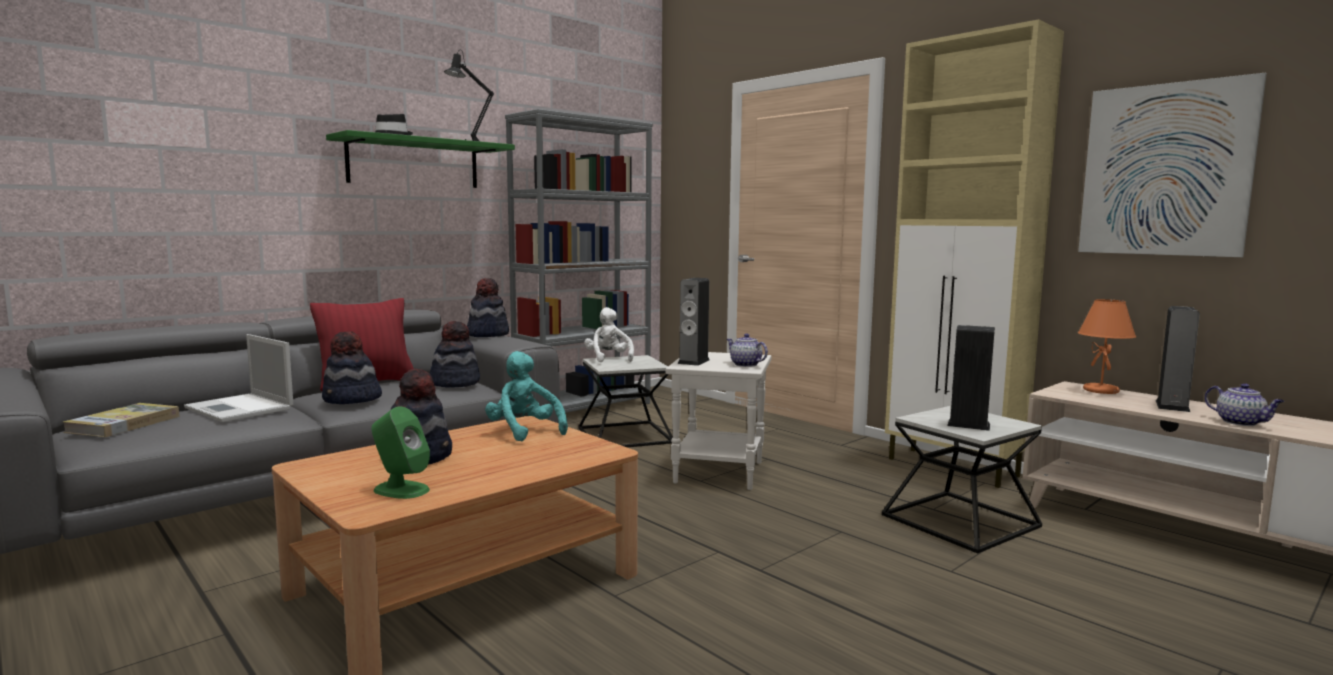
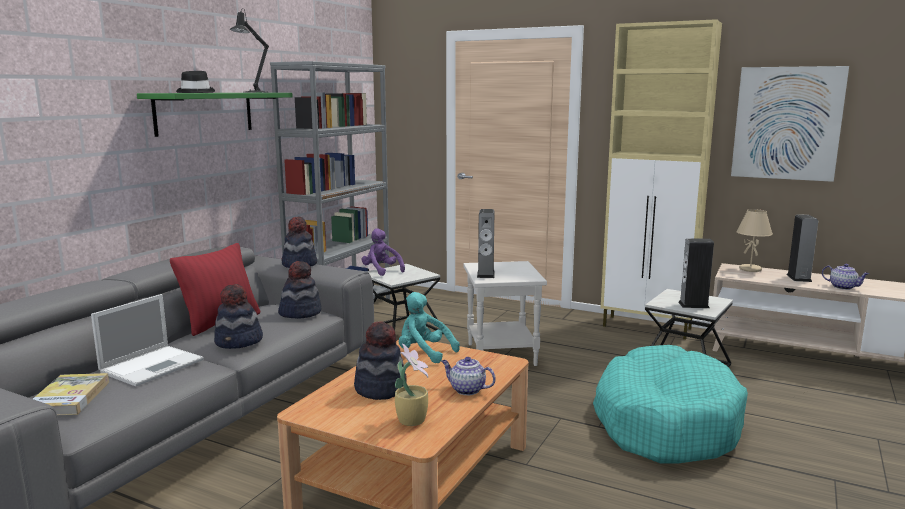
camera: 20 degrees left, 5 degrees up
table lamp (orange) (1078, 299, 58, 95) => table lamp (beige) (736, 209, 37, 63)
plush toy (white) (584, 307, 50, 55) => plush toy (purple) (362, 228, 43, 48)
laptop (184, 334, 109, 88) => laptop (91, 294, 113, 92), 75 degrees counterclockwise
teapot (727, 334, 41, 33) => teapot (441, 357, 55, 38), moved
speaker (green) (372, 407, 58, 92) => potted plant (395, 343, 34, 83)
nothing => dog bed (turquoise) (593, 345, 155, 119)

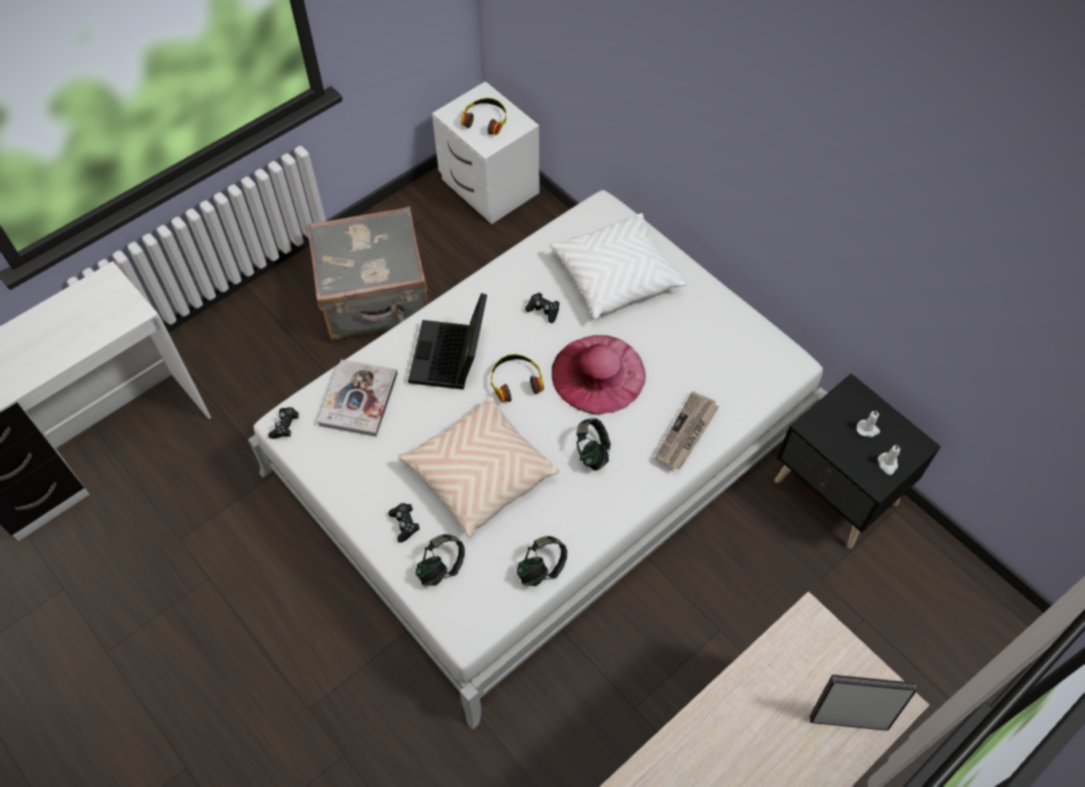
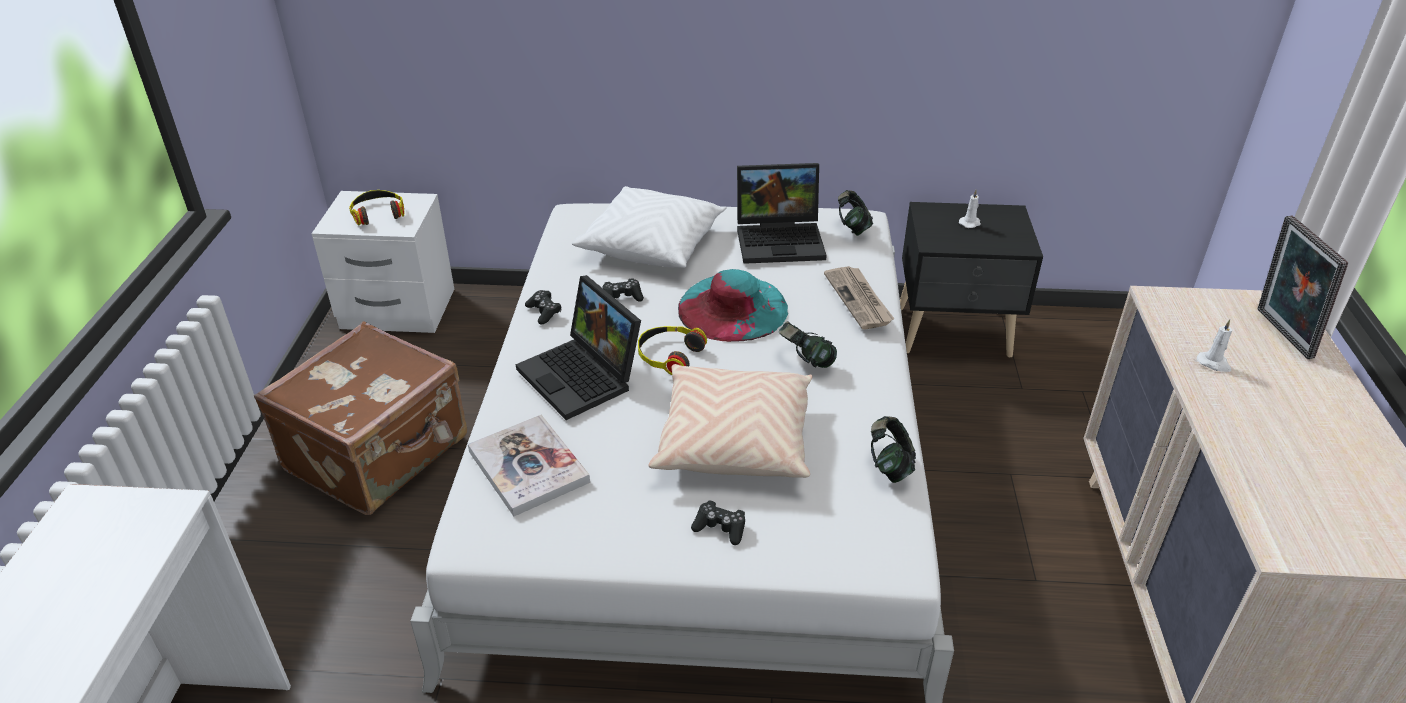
camera: 45 degrees left, 20 degrees down
suitcase (grey) (306, 206, 122, 135) => suitcase (brown) (254, 321, 213, 194)
hat (pink) (552, 335, 94, 79) => hat (turquoise) (678, 269, 110, 73)
game controller (black) (268, 407, 31, 32) => game controller (black) (525, 290, 36, 35), moved
candle (white) (878, 444, 22, 31) => candle (white) (1197, 319, 35, 53), moved
headphones (416, 534, 49, 52) => headphones (838, 190, 35, 46), moved
picture frame (810, 675, 107, 56) => picture frame (1257, 216, 91, 143), 60 degrees counterclockwise
nothing => laptop (737, 163, 90, 101)

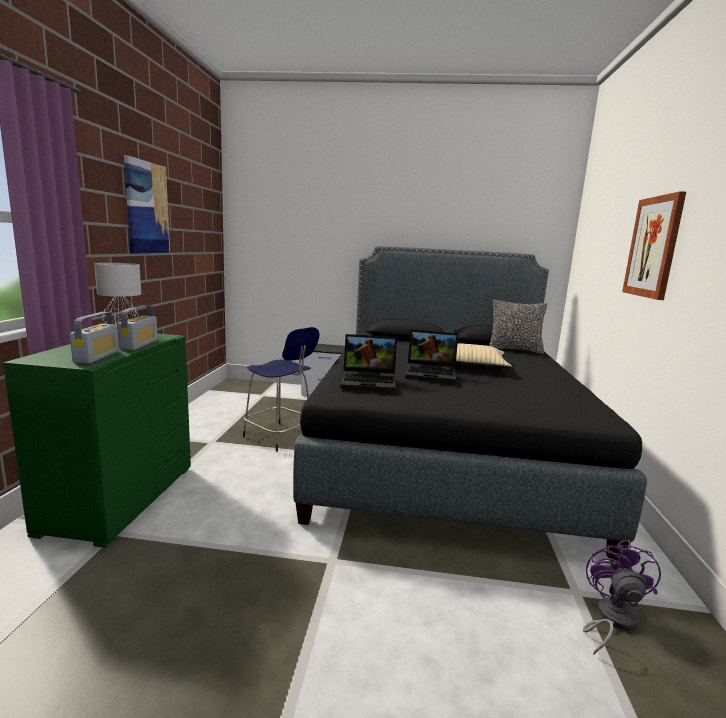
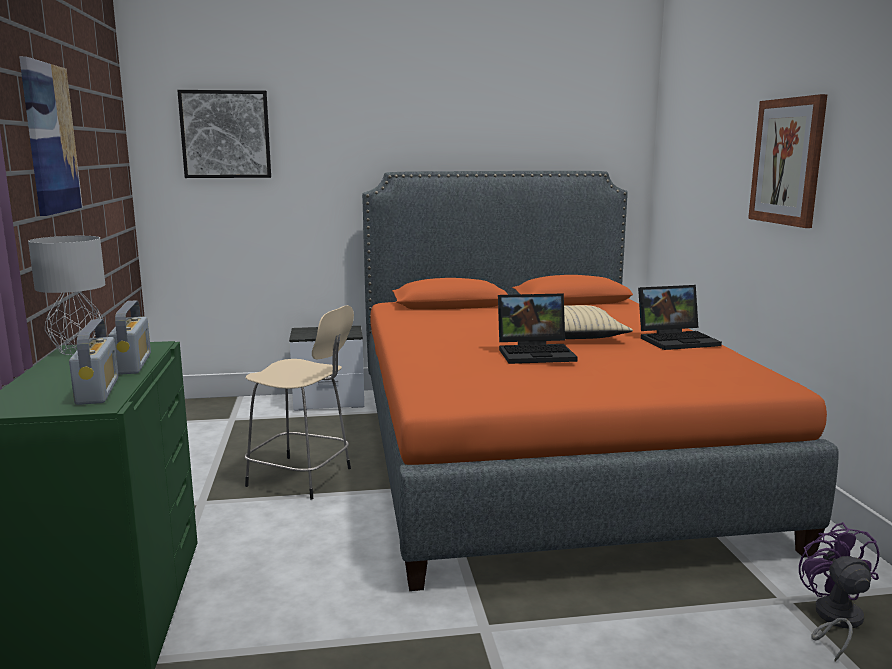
camera: 15 degrees left, 0 degrees up
bed (black) (293, 246, 354, 316) => bed (orange) (362, 171, 477, 420)
pillow (489, 300, 58, 54) => nothing
stool (blue) (243, 327, 77, 125) => stool (beige) (245, 305, 109, 194)
laptop (340, 334, 57, 57) => laptop (638, 285, 84, 65), moved
nothing => picture (177, 90, 94, 88)

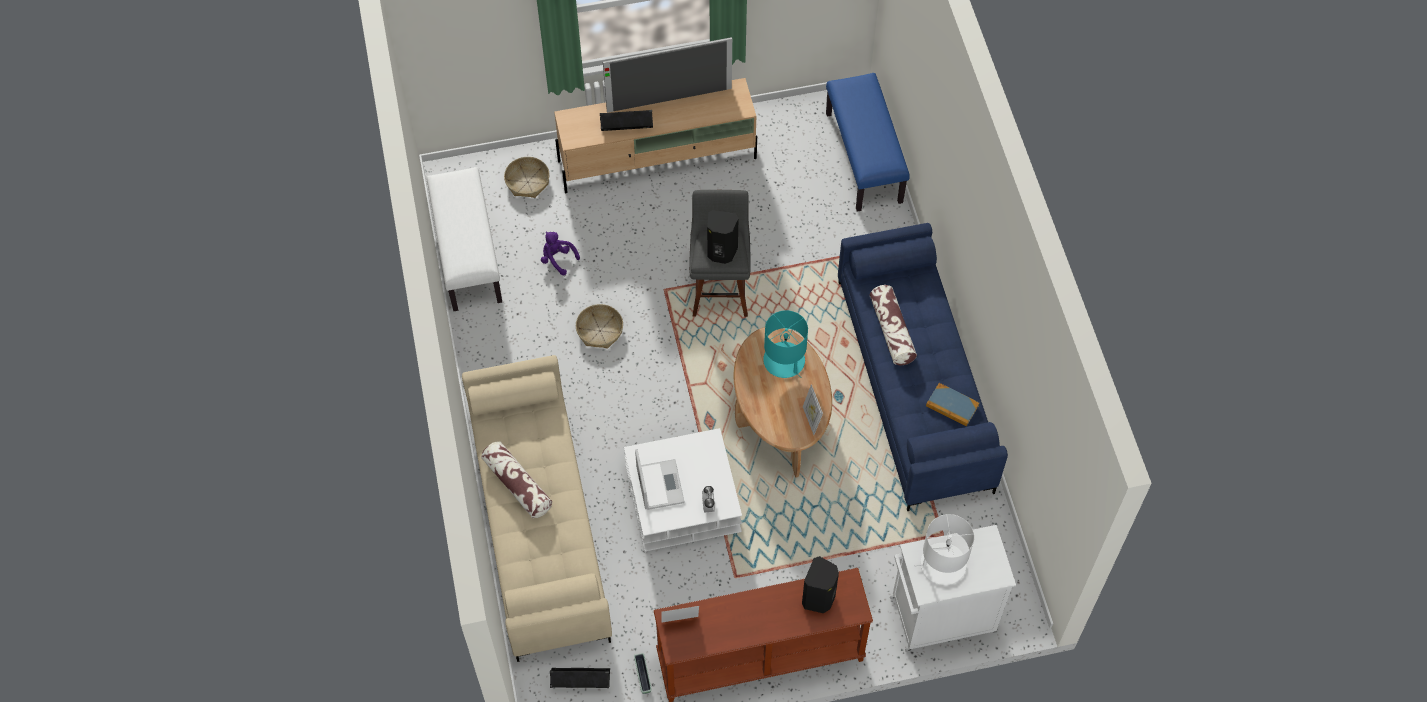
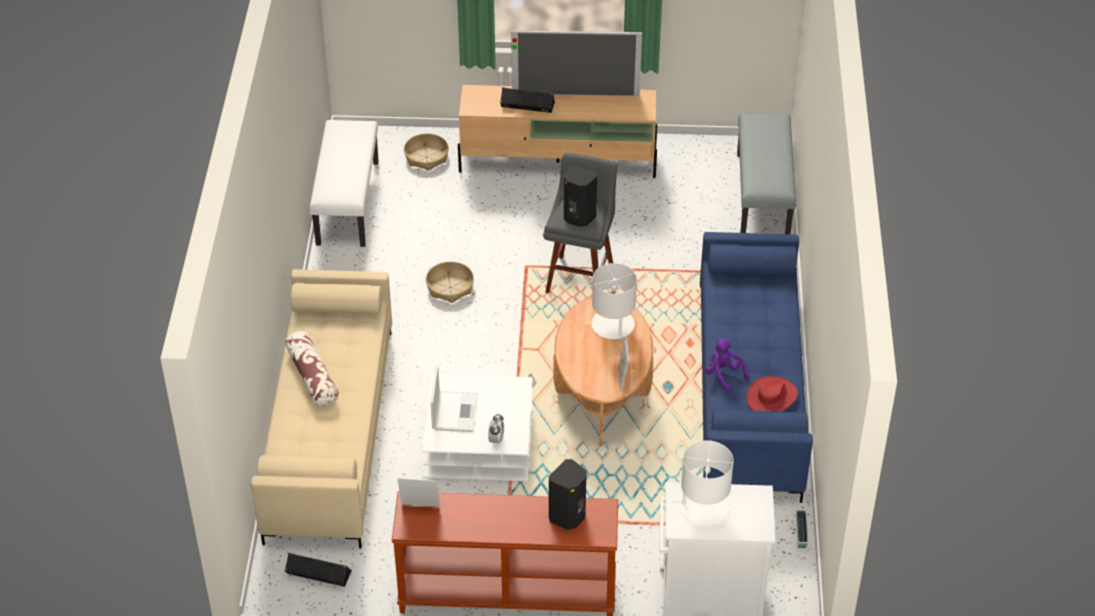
camera: 15 degrees right, 15 degrees down
bench (blue) (826, 73, 84, 139) => bench (grey) (737, 113, 59, 121)
plush toy (purple) (541, 232, 39, 43) => plush toy (purple) (705, 338, 44, 54), moved
pillow (869, 285, 48, 80) => nothing
table lamp (turquoise) (763, 310, 45, 68) => table lamp (white) (591, 263, 46, 78)
book (926, 383, 53, 43) => hat (red) (746, 376, 52, 35)
planter (634, 653, 18, 41) => planter (796, 510, 12, 38), moved

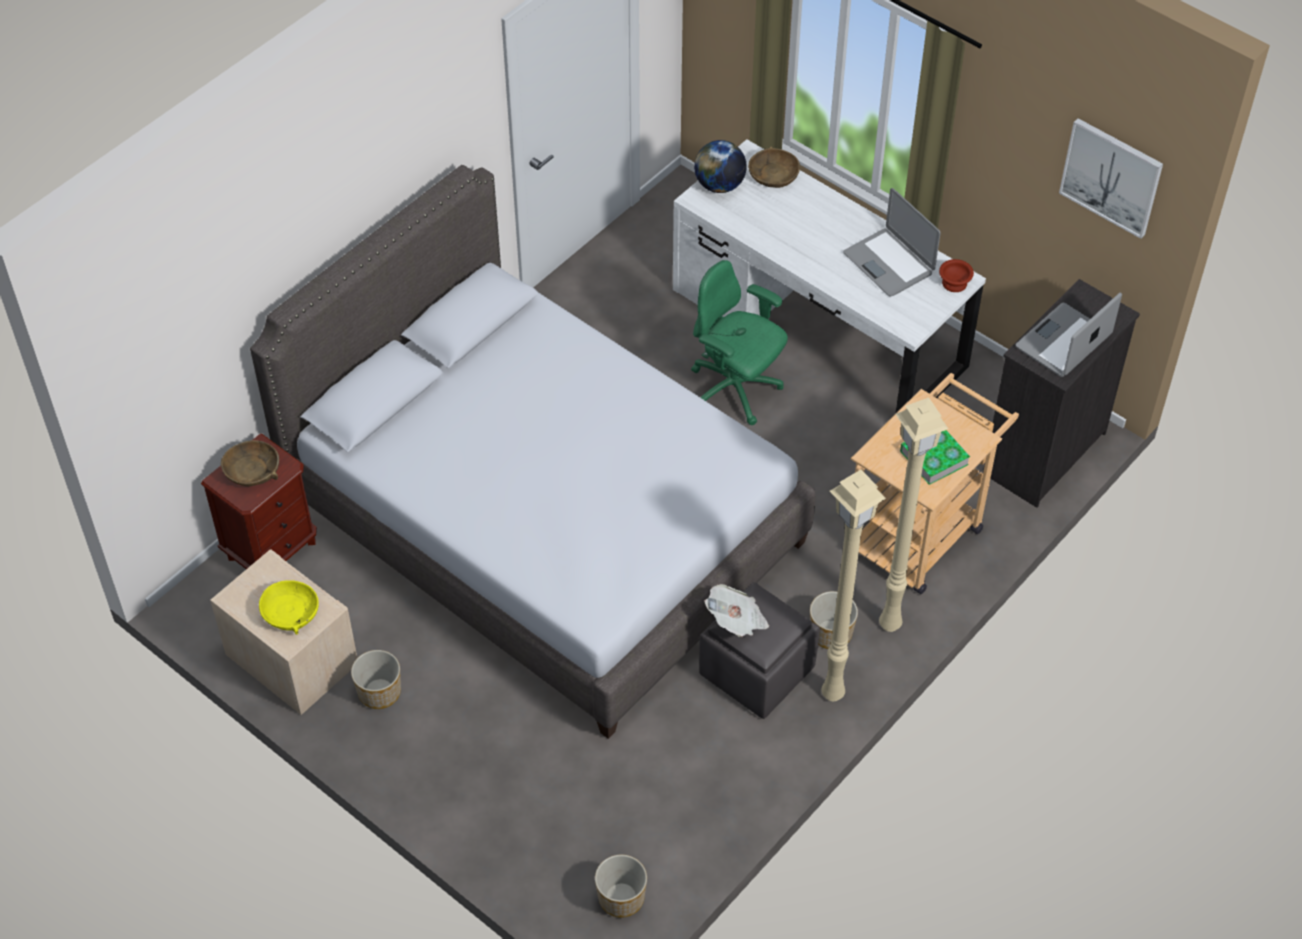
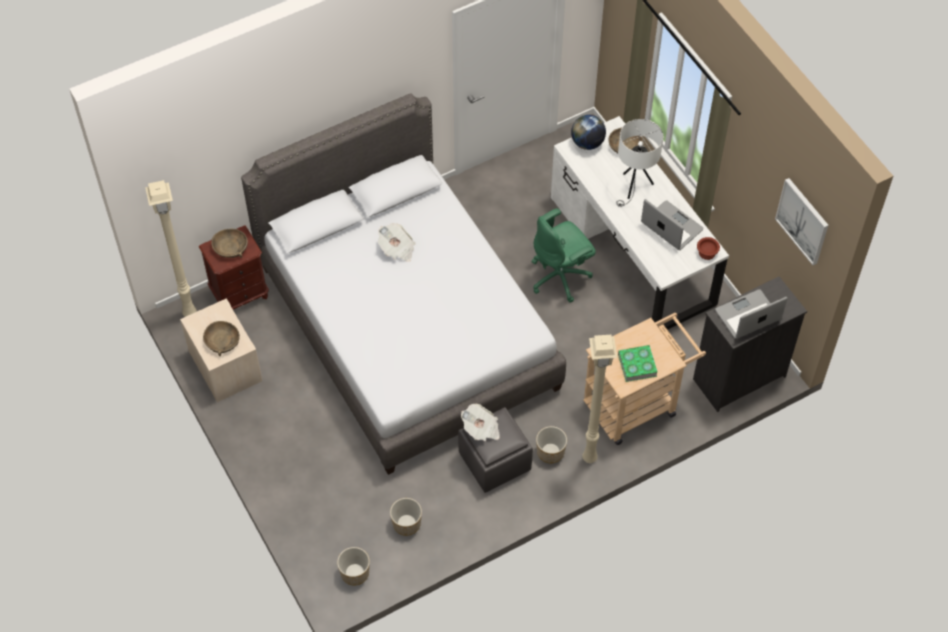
camera: 20 degrees right, 5 degrees up
laptop (843, 188, 98, 108) => laptop (641, 199, 62, 51), 150 degrees clockwise
office chair (green) (691, 260, 97, 165) => office chair (green) (532, 208, 64, 95), 90 degrees counterclockwise
floor lamp (beige) (821, 470, 65, 231) => floor lamp (beige) (145, 180, 52, 137), moved
bowl (yellow) (259, 580, 60, 55) => bowl (brown) (203, 321, 37, 35)
planter (351, 650, 50, 59) => planter (390, 498, 32, 38), moved
nothing => table lamp (white) (616, 119, 47, 88)
nothing => newspaper (378, 223, 37, 39)

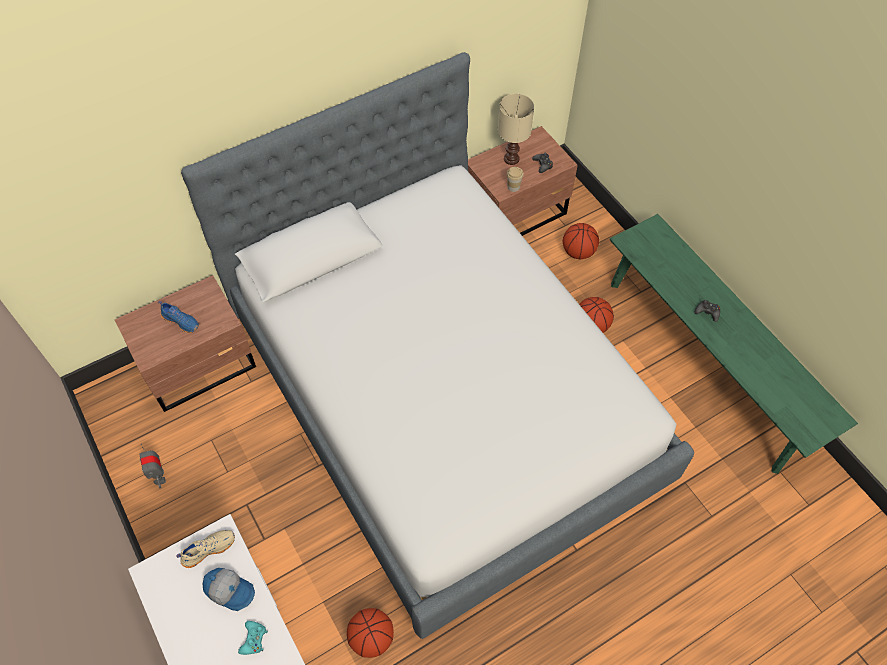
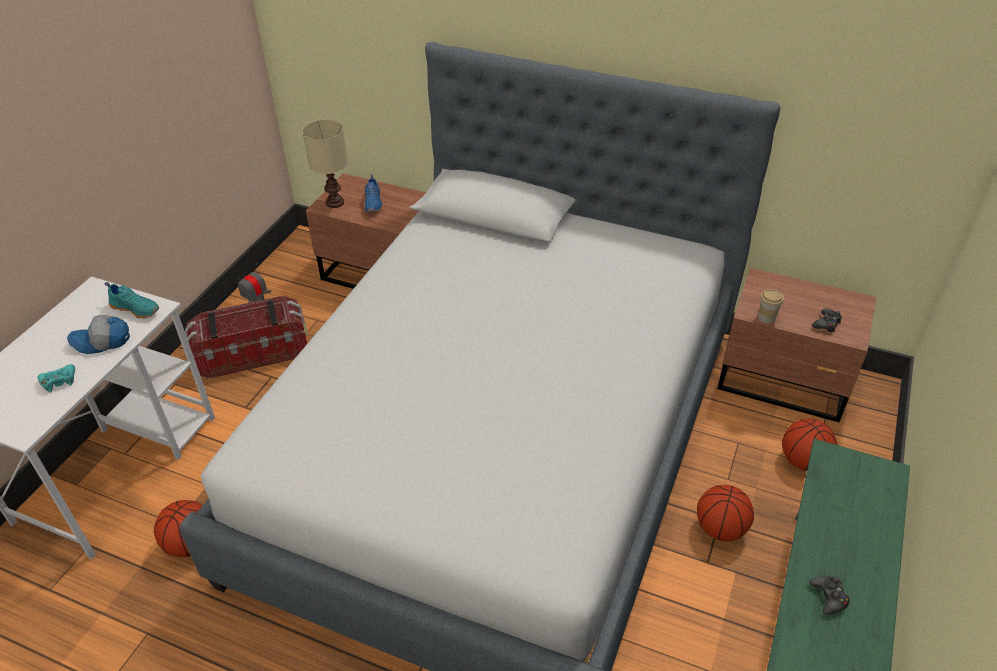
camera: 55 degrees right, 15 degrees down
table lamp (beige) (498, 94, 36, 71) => table lamp (beige) (302, 119, 46, 89), moved
shoe (beige) (176, 530, 59, 38) => shoe (turquoise) (105, 282, 54, 36)
cap (202, 568, 53, 43) => cap (67, 314, 63, 40), 90 degrees clockwise
nothing => storage box (185, 296, 123, 83)

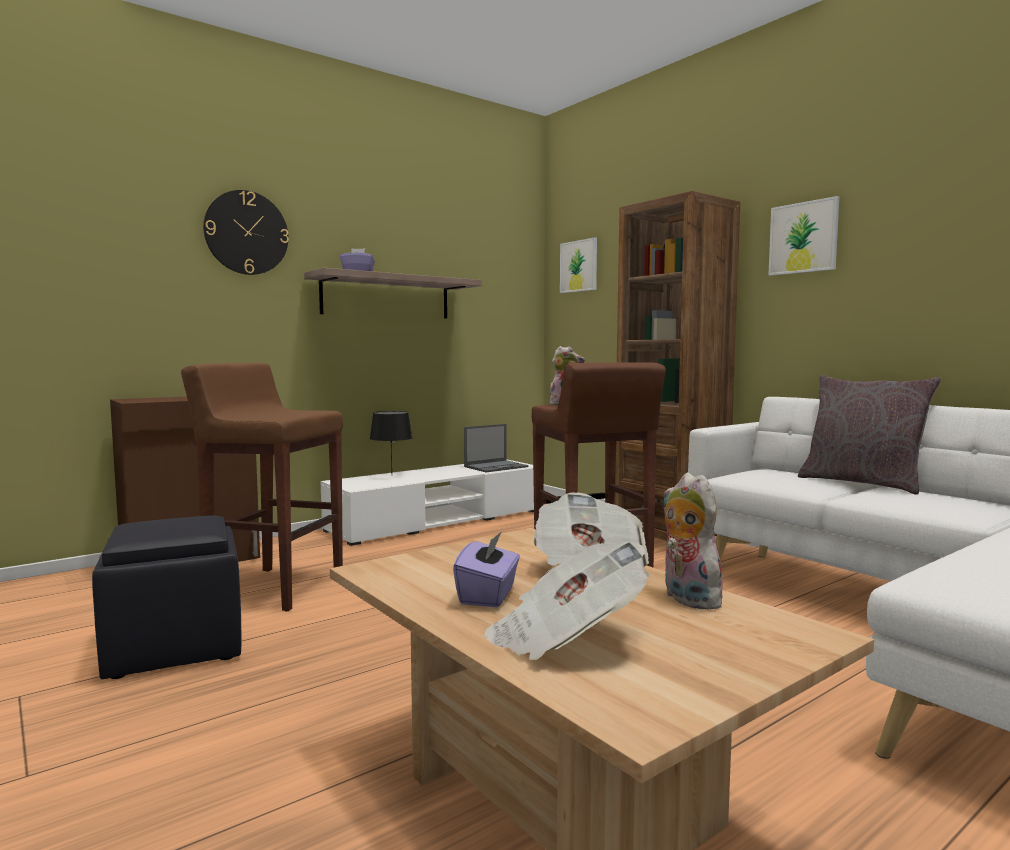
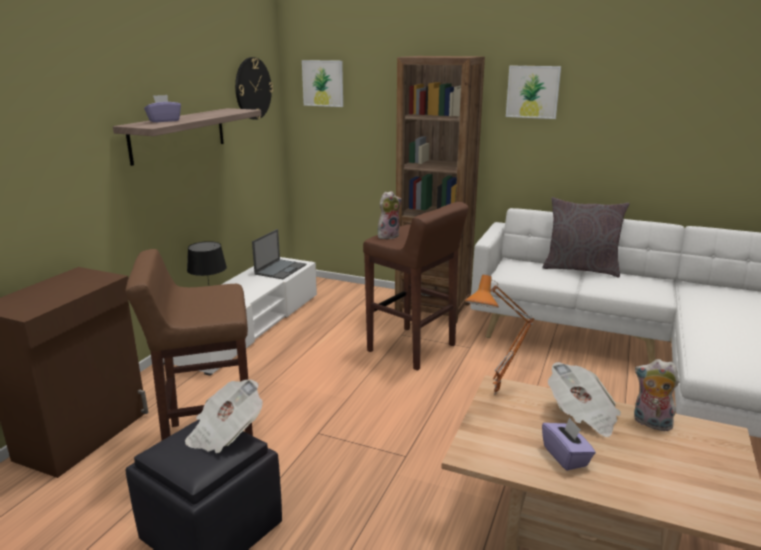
camera: 30 degrees left, 15 degrees up
wall clock (203, 190, 86, 85) => wall clock (235, 57, 38, 63), moved
newspaper (484, 541, 164, 119) => newspaper (185, 379, 78, 74), moved
nothing => table lamp (orange) (465, 275, 69, 120)

